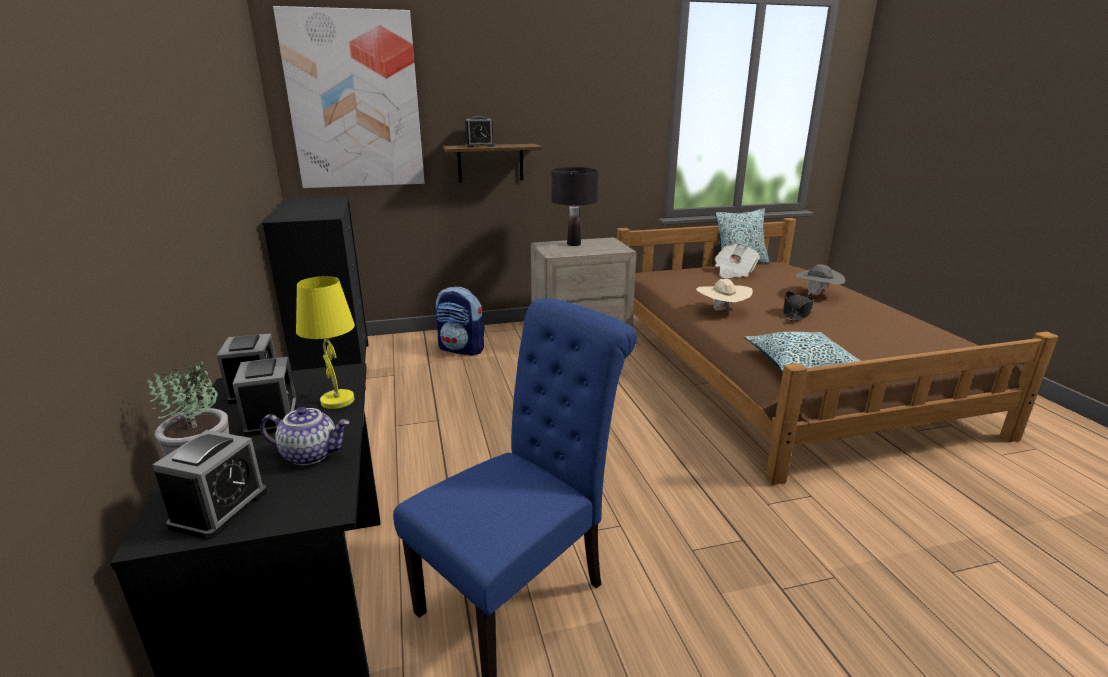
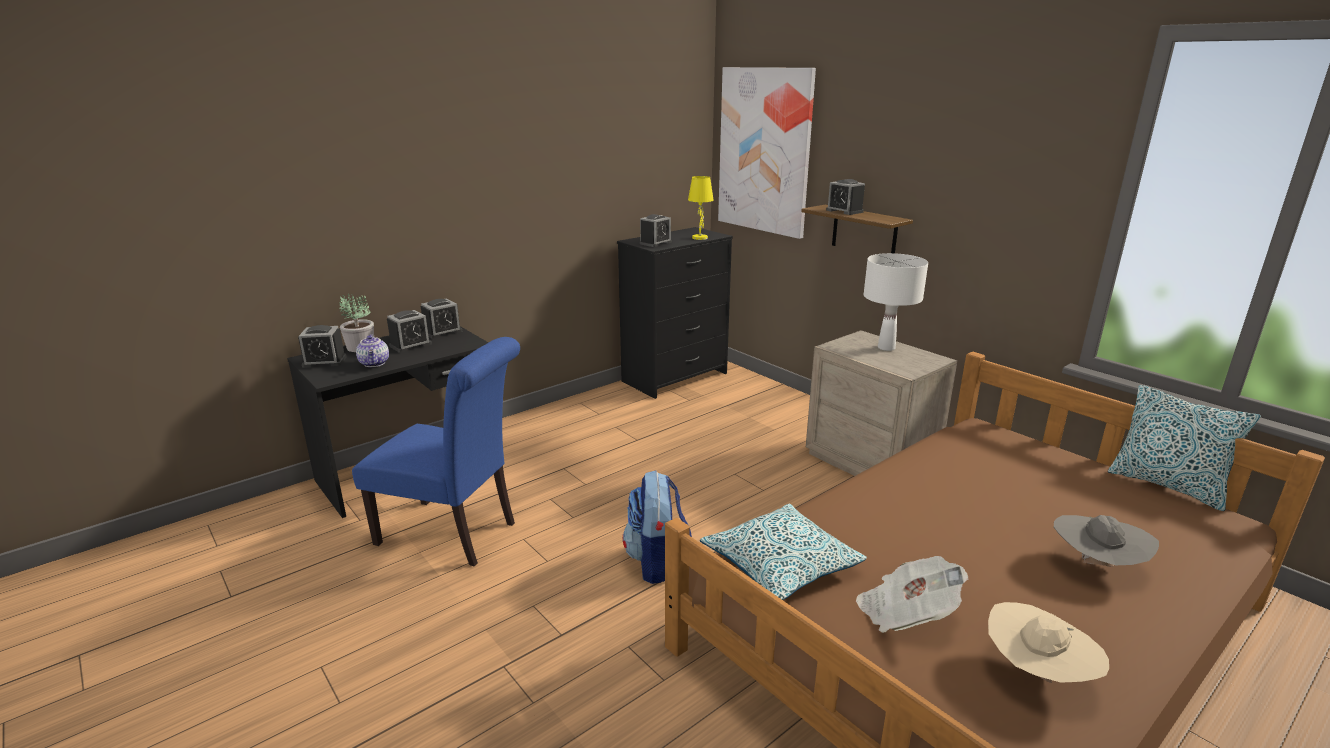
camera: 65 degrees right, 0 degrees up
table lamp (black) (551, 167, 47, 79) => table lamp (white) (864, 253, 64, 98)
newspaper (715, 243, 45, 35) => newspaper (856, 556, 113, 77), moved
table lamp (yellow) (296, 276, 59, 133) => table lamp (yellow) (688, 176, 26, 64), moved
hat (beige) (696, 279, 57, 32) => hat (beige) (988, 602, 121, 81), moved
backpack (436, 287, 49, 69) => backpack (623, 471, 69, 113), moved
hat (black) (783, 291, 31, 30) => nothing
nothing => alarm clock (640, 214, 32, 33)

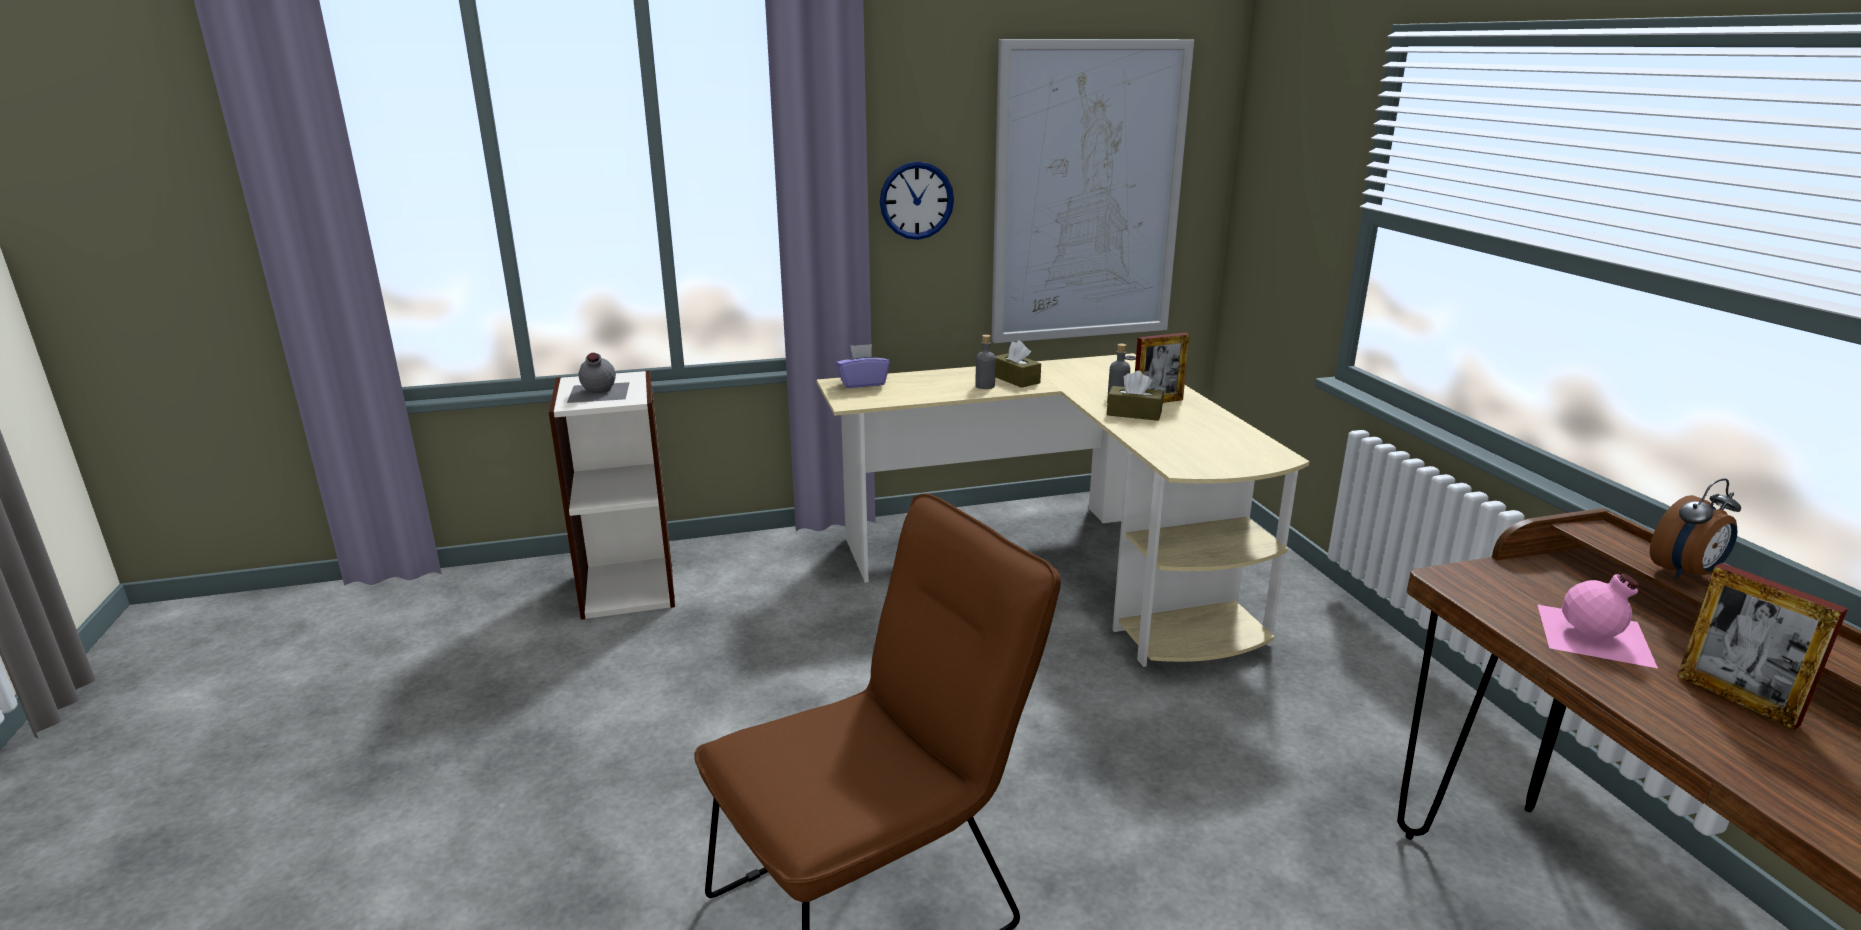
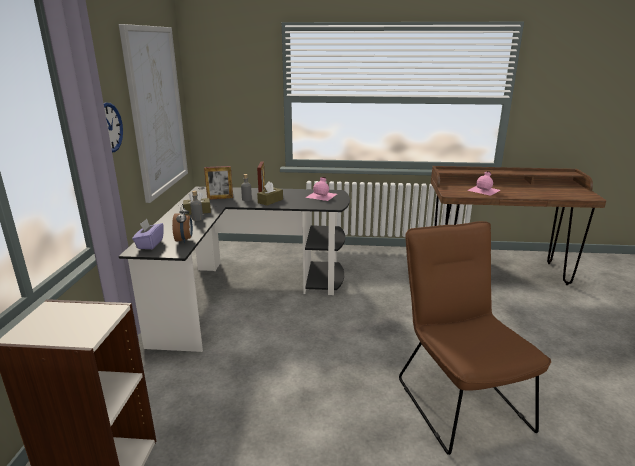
camera: 70 degrees left, 0 degrees up
bottle (grey) (567, 353, 63, 50) => nothing
desk (beige) (817, 353, 493, 314) => desk (black) (119, 187, 231, 165)
alarm clock (1650, 478, 91, 101) => alarm clock (172, 204, 21, 39), moved
picture frame (1677, 563, 171, 167) => picture frame (204, 166, 29, 34), moved
nothing => bottle (pink) (305, 177, 32, 24)

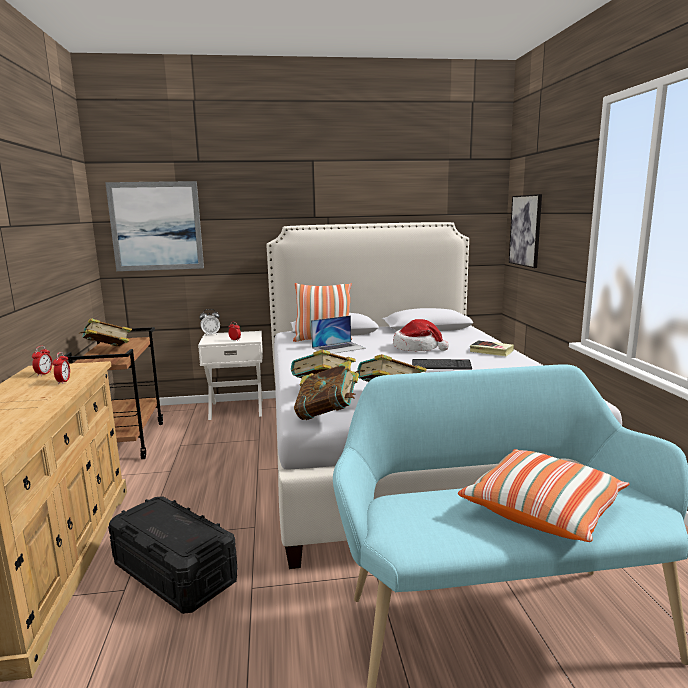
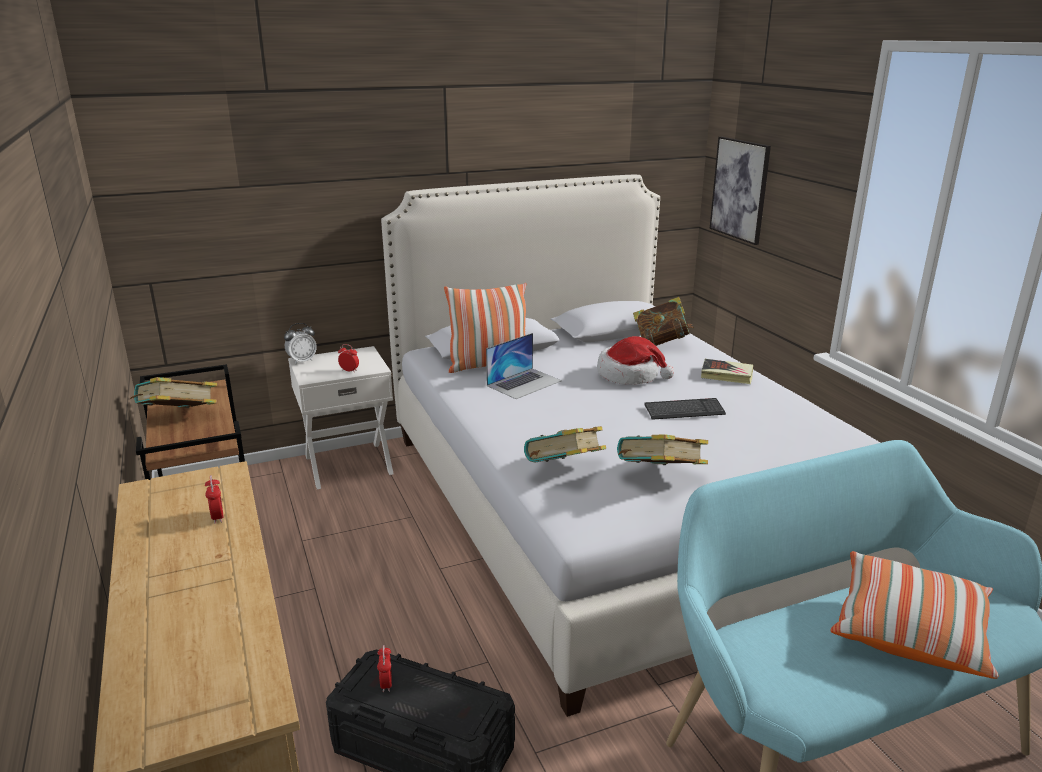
camera: 15 degrees left, 10 degrees up
picture (105, 181, 99, 90) => nothing
alarm clock (32, 346, 20, 30) => alarm clock (377, 645, 15, 47), moved
book (294, 360, 65, 60) => book (633, 297, 61, 49), moved

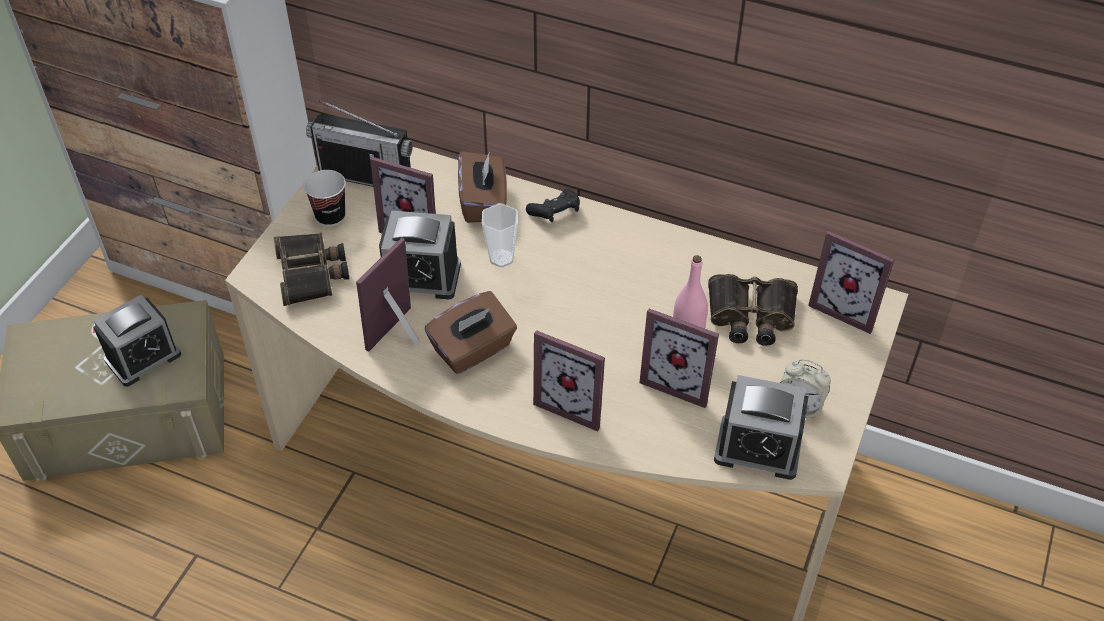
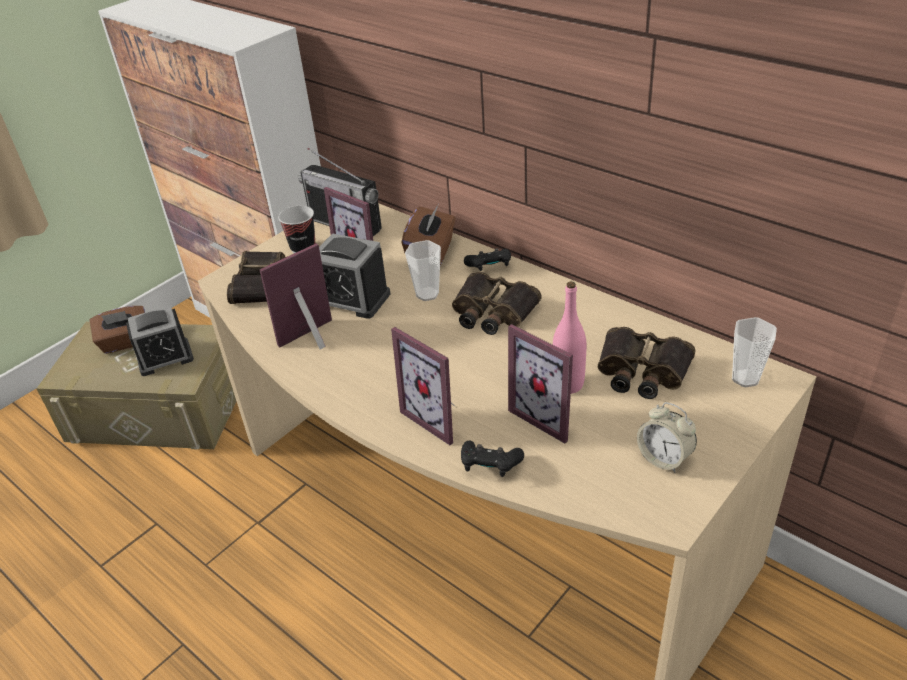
camera: 20 degrees right, 10 degrees down
picture frame (808, 231, 87, 103) => cup (732, 317, 45, 70)
tissue box (brown) (425, 291, 92, 83) => tissue box (brown) (89, 306, 56, 48), moved
alarm clock (714, 375, 95, 105) => nothing
nothing => binoculars (452, 272, 90, 63)
nothing => game controller (black) (461, 441, 63, 36)

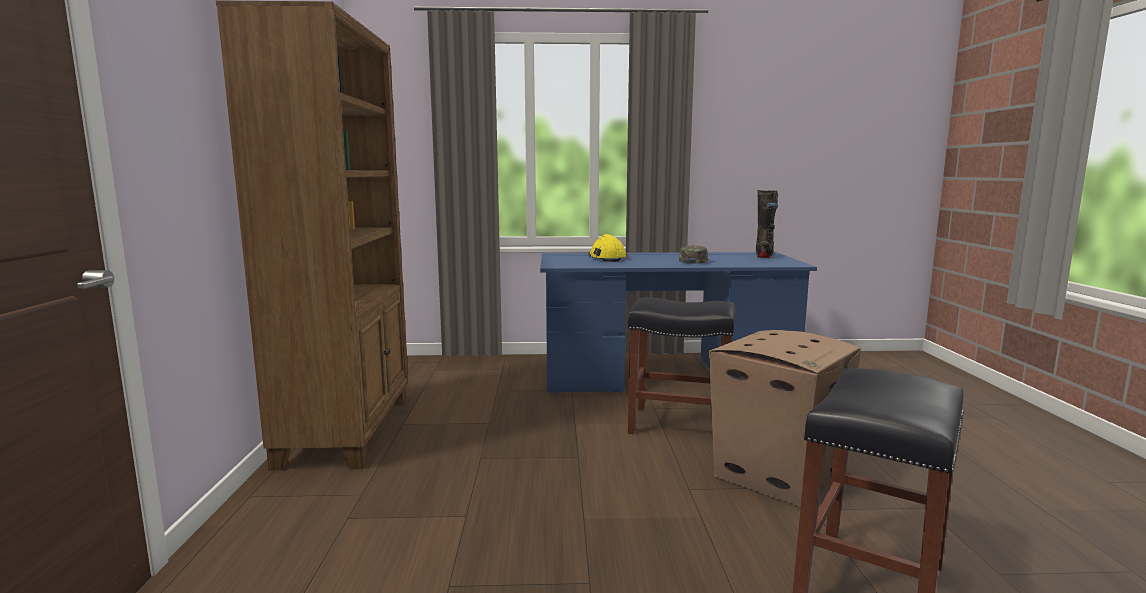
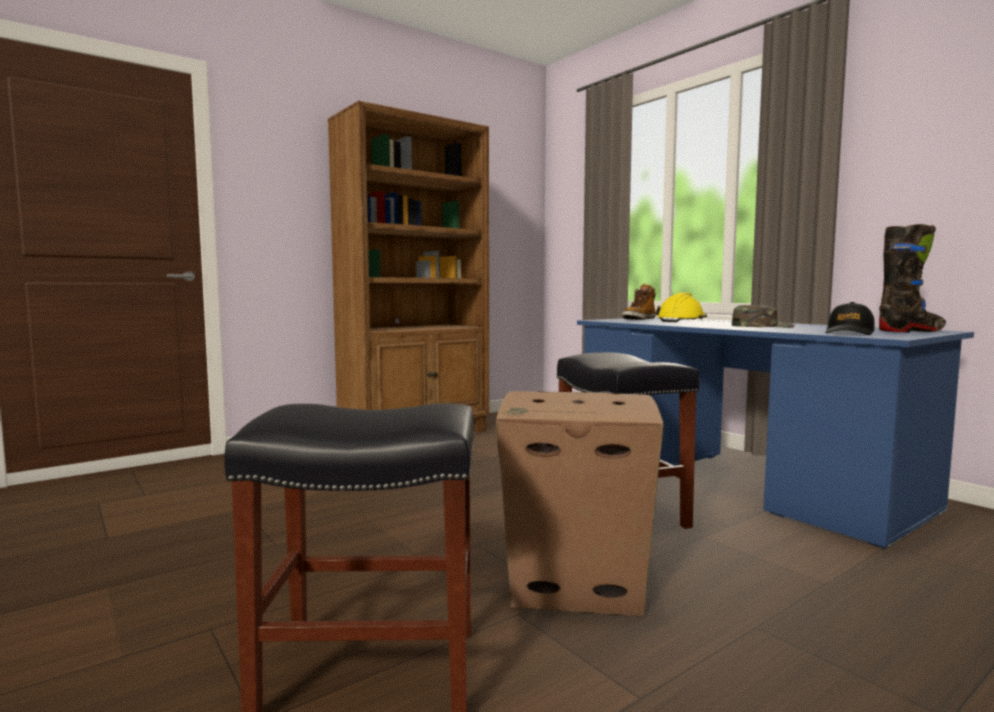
camera: 55 degrees right, 5 degrees down
nothing => boot (622, 284, 34, 36)
nothing => cap (black) (825, 302, 50, 33)

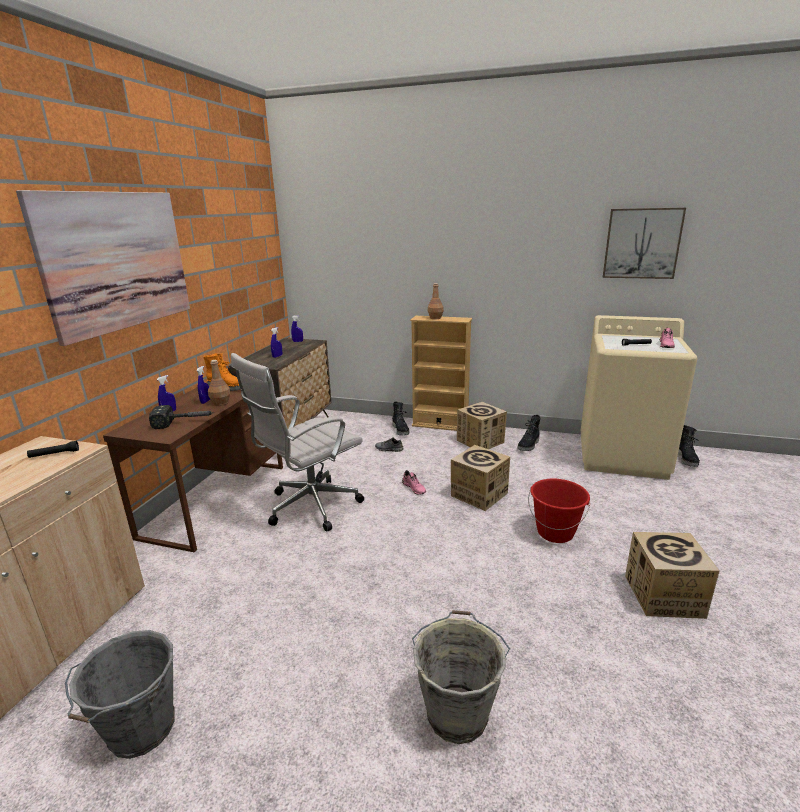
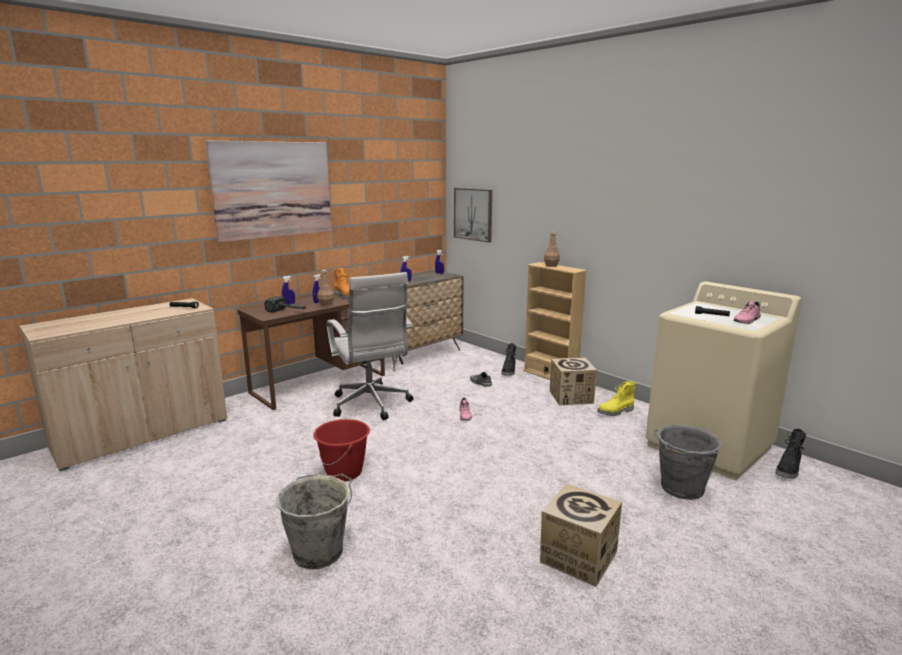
camera: 30 degrees right, 5 degrees down
picture (603, 208, 83, 71) => picture (454, 188, 38, 55), moved
office chair (white) (231, 353, 133, 179) => office chair (white) (327, 272, 86, 148), 105 degrees counterclockwise
boot (black) (517, 415, 23, 36) => boot (yellow) (597, 381, 39, 35)
cardboard box (451, 445, 59, 66) => nothing
bucket (red) (528, 479, 62, 64) => bucket (red) (313, 419, 57, 63), moved
bucket (grey) (65, 630, 110, 129) => bucket (grey) (654, 424, 68, 76), moved

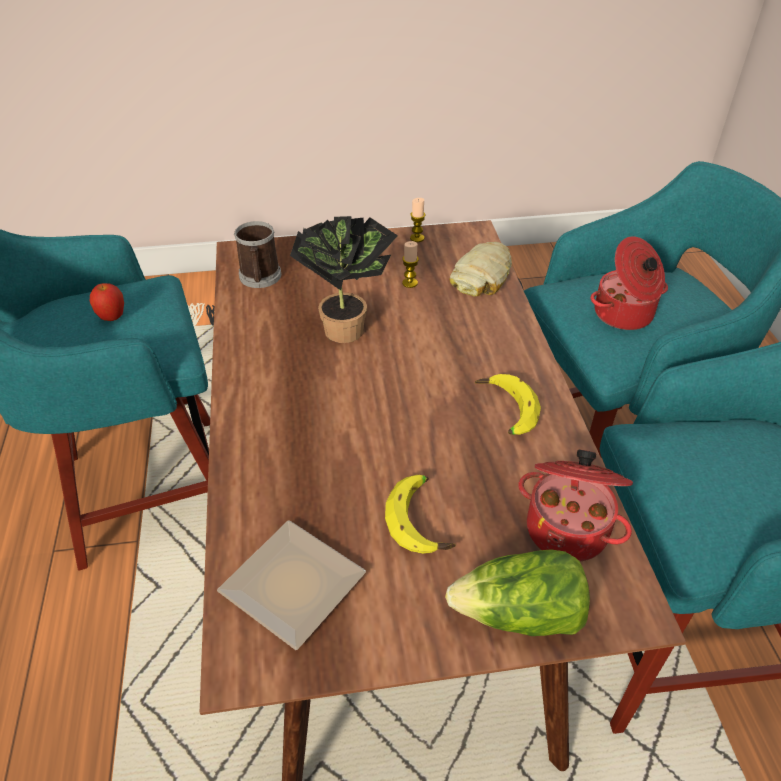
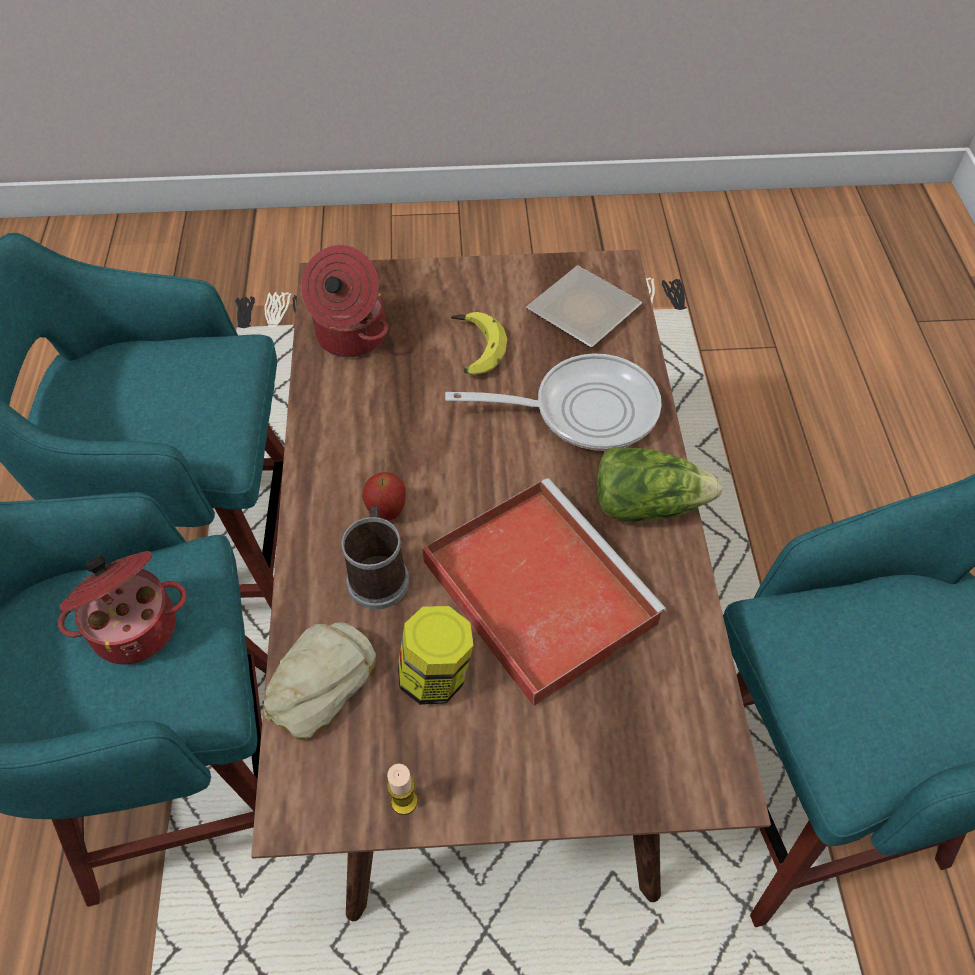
camera: 175 degrees left, 10 degrees up
potted plant (290, 216, 108, 127) => tray (red) (422, 478, 245, 229)
mug (234, 221, 47, 67) => mug (341, 505, 68, 104), moved
candle (402, 241, 17, 47) => jar (398, 606, 75, 99)
apple (90, 283, 34, 38) => apple (362, 472, 44, 48), moved
banana (475, 374, 66, 61) => nothing
lettuce (445, 549, 145, 87) => lettuce (597, 446, 126, 75), moved
nothing => frying pan (445, 354, 217, 97)

